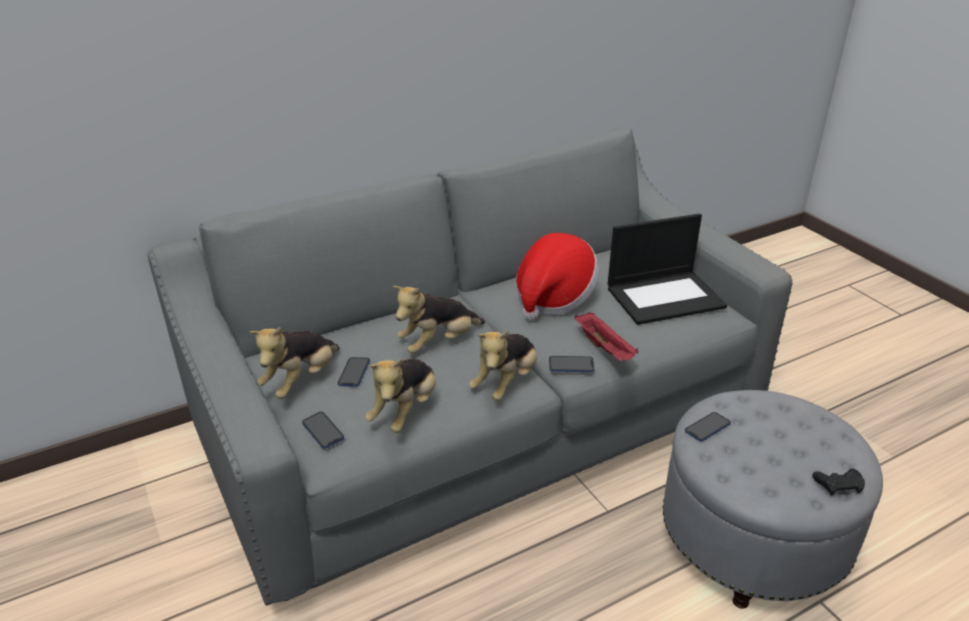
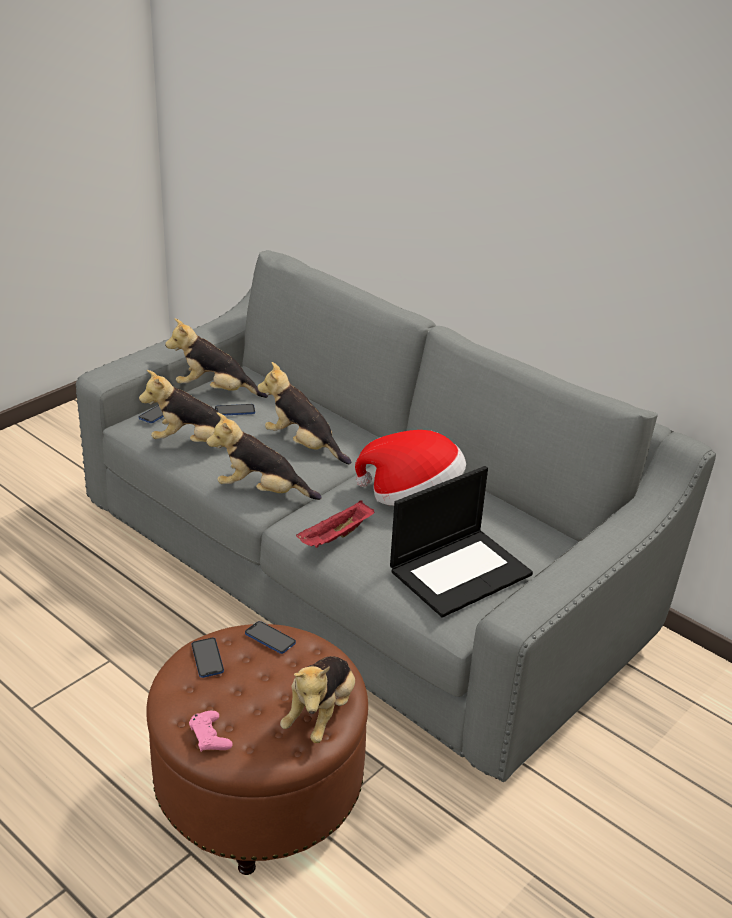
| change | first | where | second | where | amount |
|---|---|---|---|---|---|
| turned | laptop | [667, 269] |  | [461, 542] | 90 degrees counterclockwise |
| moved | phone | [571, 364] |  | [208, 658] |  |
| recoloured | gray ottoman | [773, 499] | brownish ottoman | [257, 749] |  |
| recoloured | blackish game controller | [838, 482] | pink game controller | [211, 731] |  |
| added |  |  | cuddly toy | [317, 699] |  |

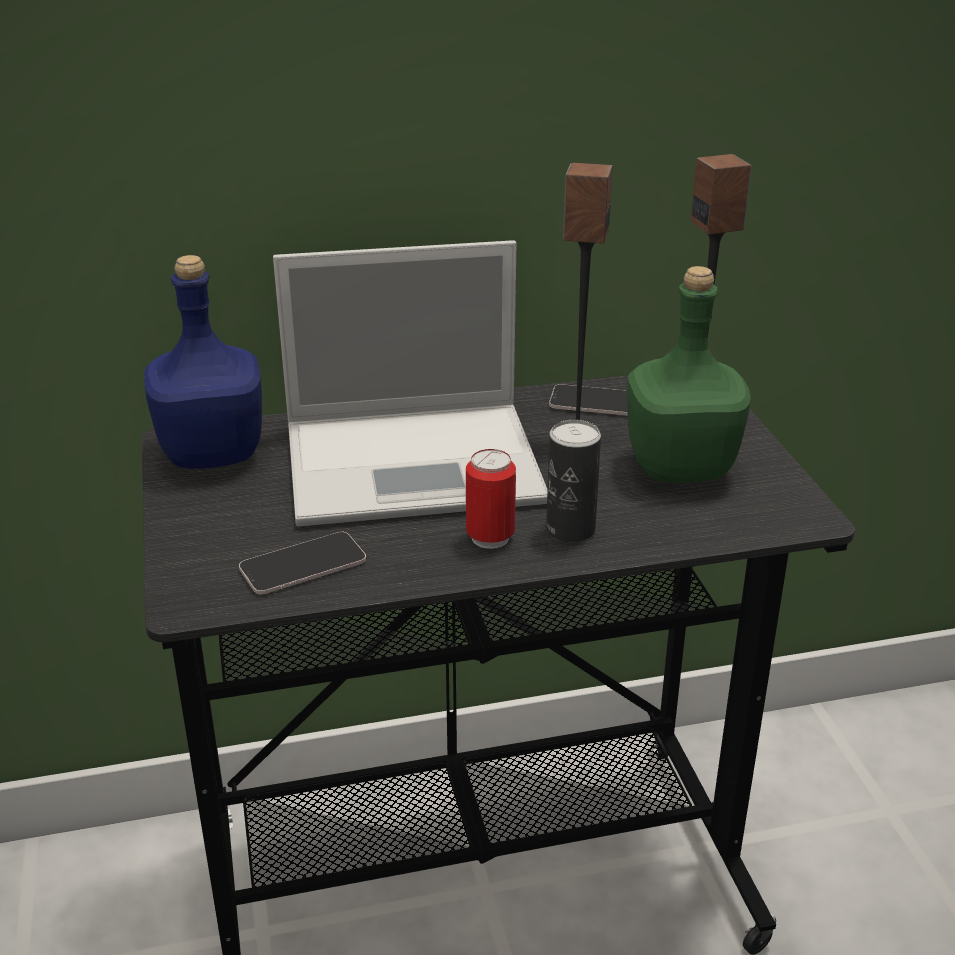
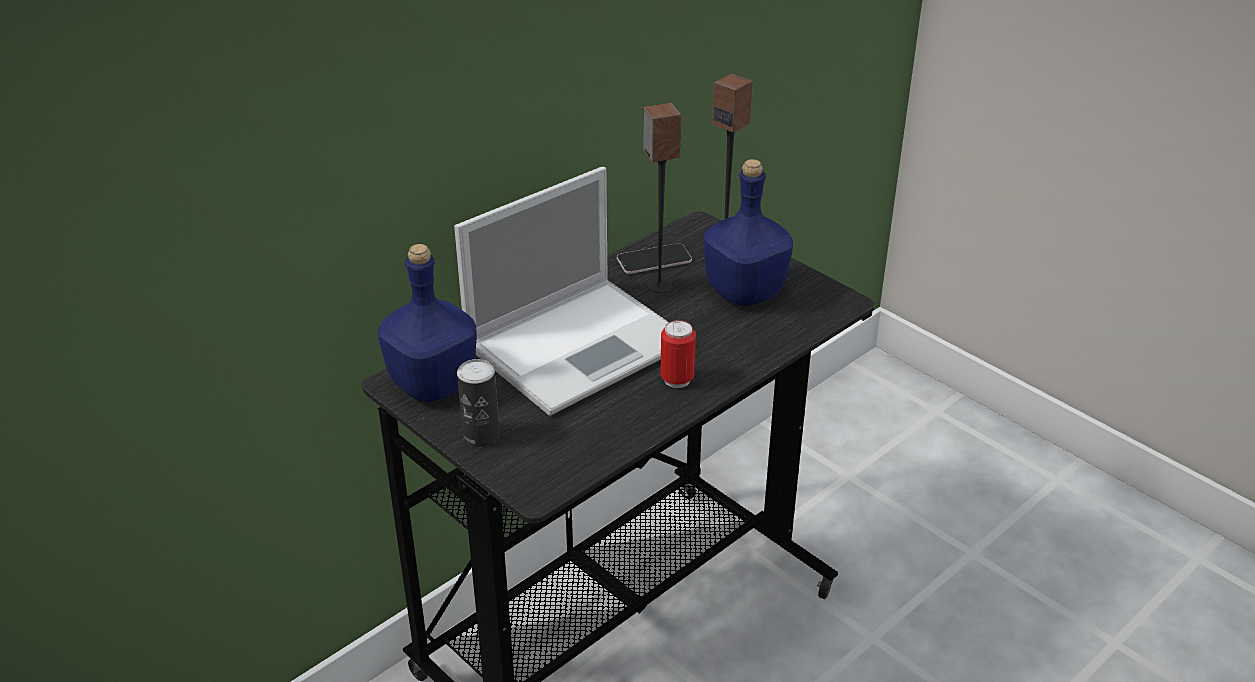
| change | first | where | second | where | amount |
|---|---|---|---|---|---|
| recoloured | green drink bottle | [689, 374] | bluish drink bottle | [748, 232] |  |
| moved | sealed can | [573, 481] |  | [478, 403] |  |
| removed | phone | [302, 563] |  |  |  |

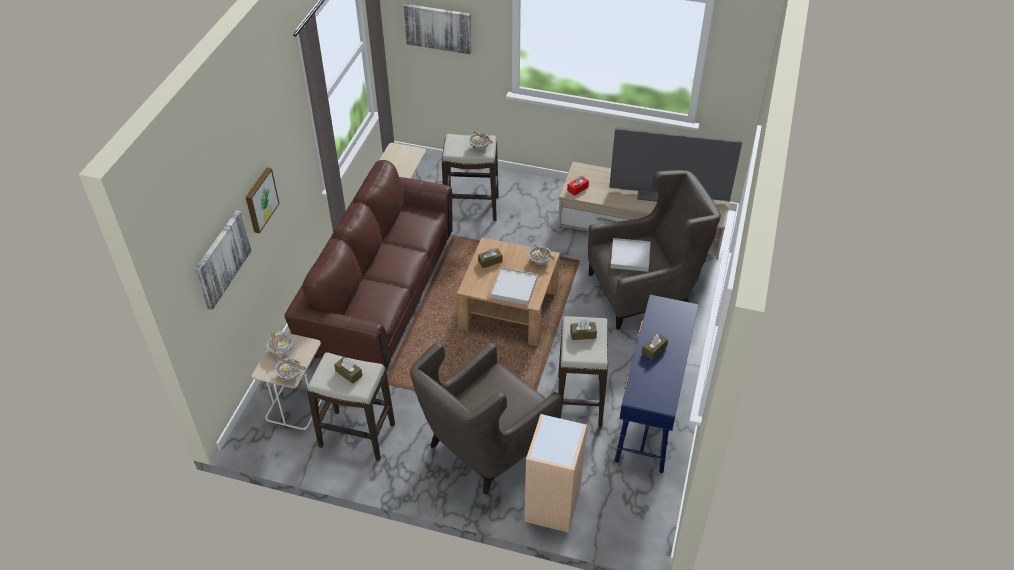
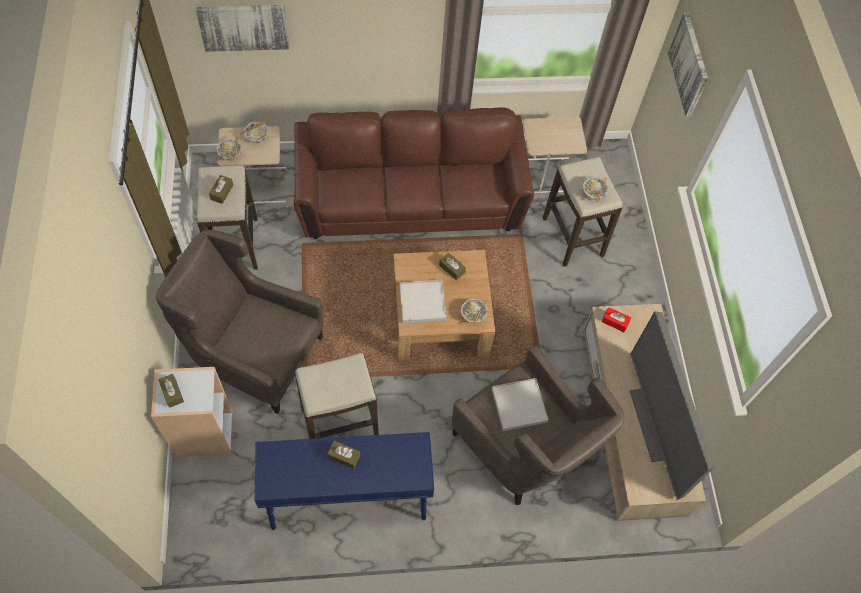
| change | first | where | second | where | amount |
|---|---|---|---|---|---|
| removed | wall art | [263, 200] |  |  |  |
| moved | brownish tissue box | [583, 330] |  | [171, 391] |  |

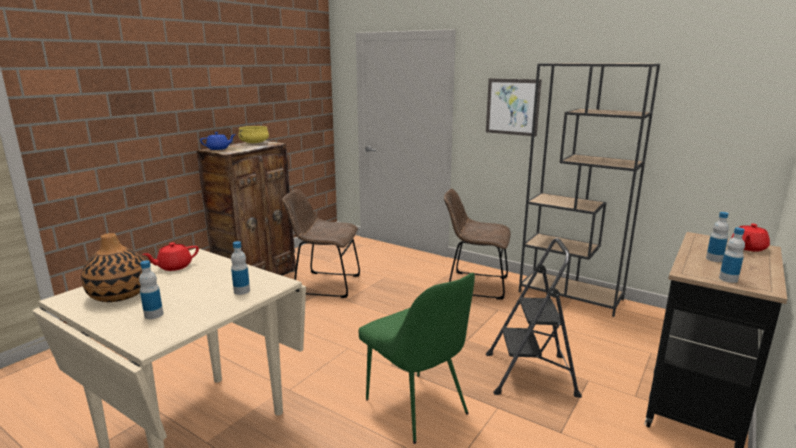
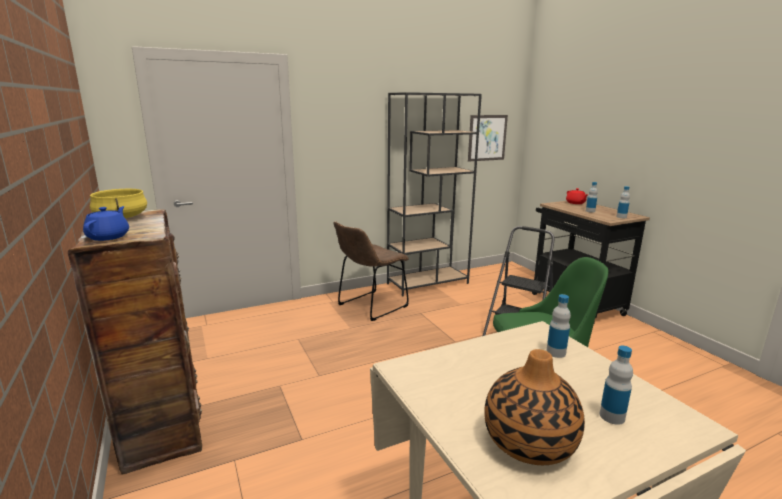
| change | first | where | second | where | amount |
|---|---|---|---|---|---|
| moved | wall art | [513, 107] |  | [488, 138] |  |
| removed | brownish chair | [321, 243] |  |  |  |
| removed | red pot for tea | [170, 256] |  |  |  |

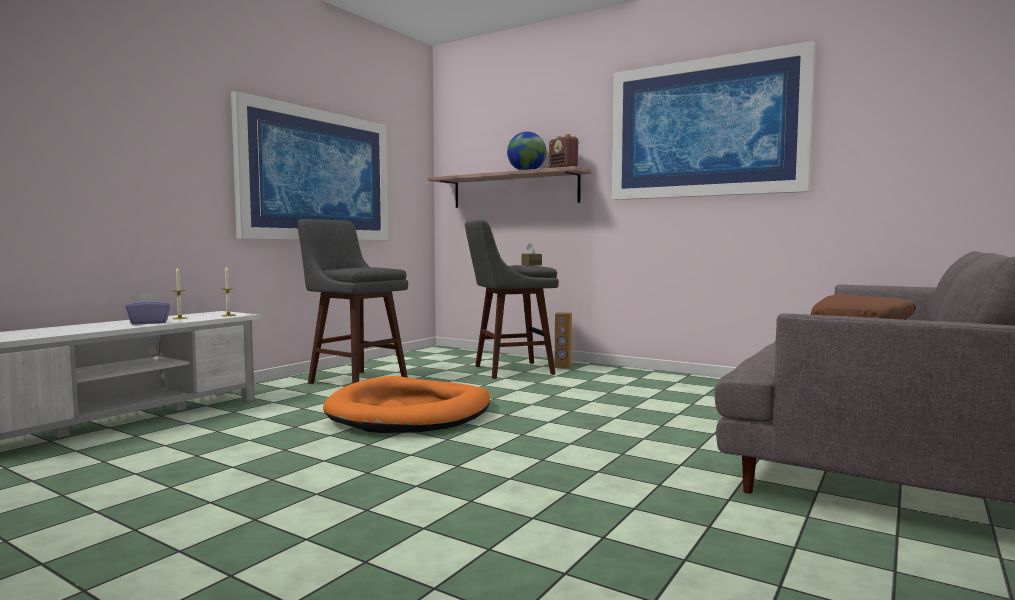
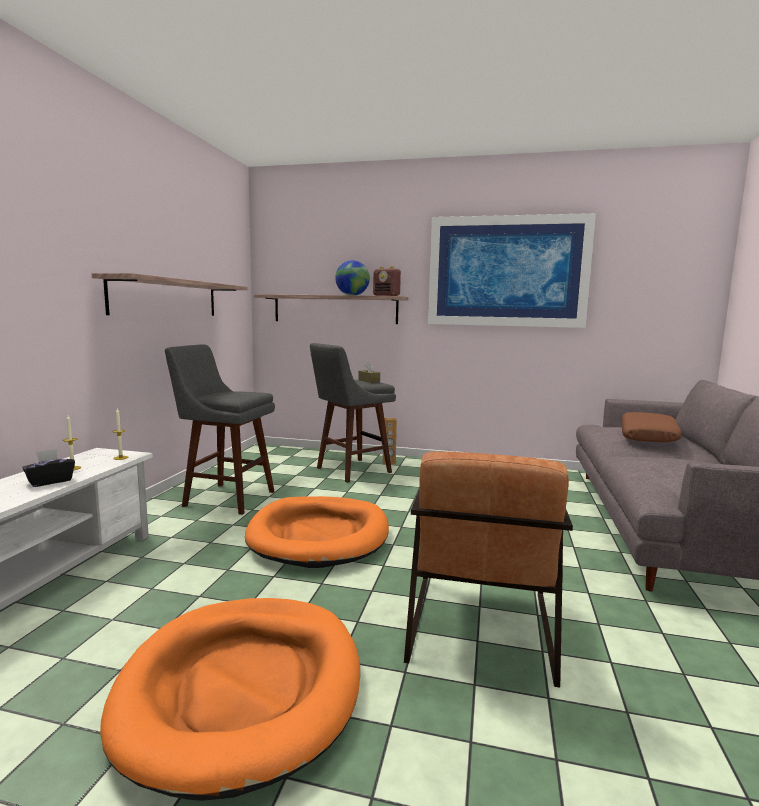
| change | first | where | second | where | amount |
|---|---|---|---|---|---|
| replaced | wall art | [309, 165] | shelf | [169, 294] |  |
| recoloured | purple-coloured tissue box | [148, 308] | blackish tissue box | [48, 468] |  |
| added |  |  | brownish easy chair | [488, 569] |  |
| added |  |  | orange-coloured dog bed | [230, 699] |  |

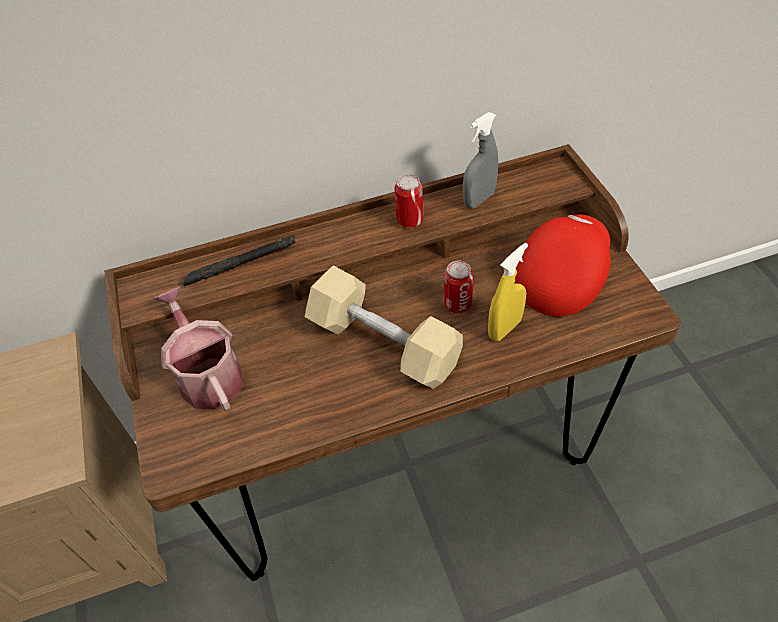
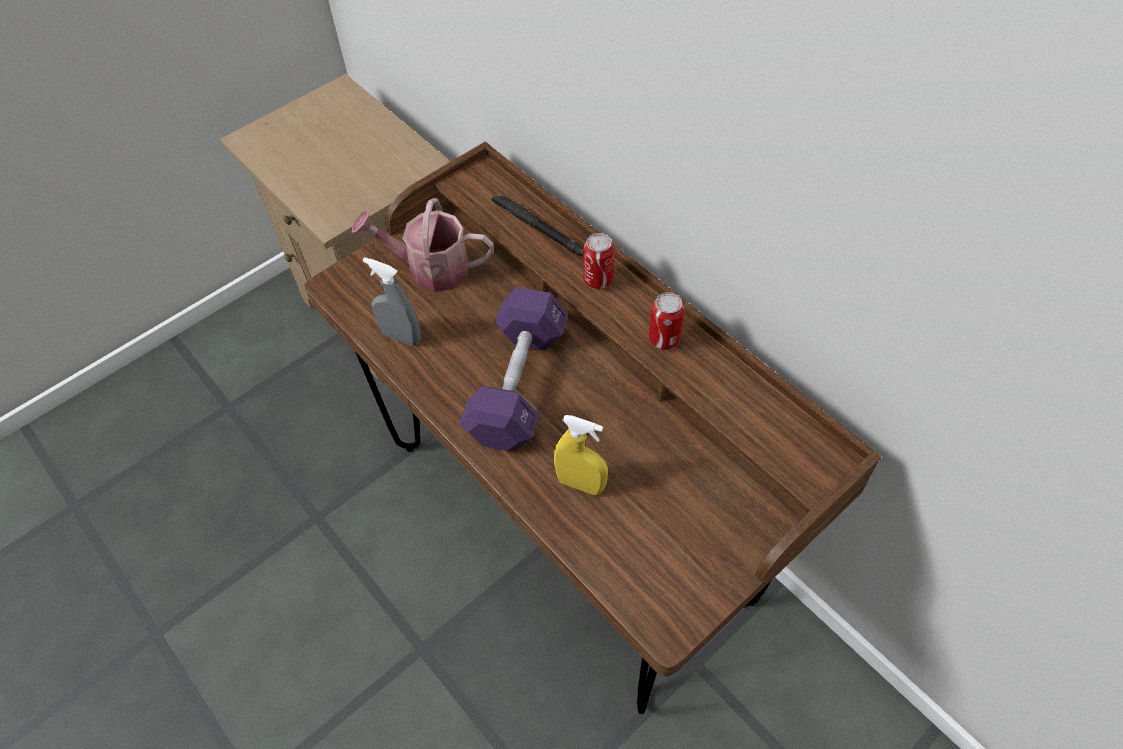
| change | first | where | second | where | amount |
|---|---|---|---|---|---|
| moved | gray hand sprayer | [480, 160] |  | [392, 301] |  |
| removed | red cap | [563, 266] |  |  |  |
| moved | sealed can | [459, 286] |  | [598, 261] |  |
| recoloured | sand-coloured hand weight | [384, 327] | purple-coloured hand weight | [513, 369] |  |
| turned | watering can | [198, 348] |  | [422, 245] | 120 degrees counterclockwise |

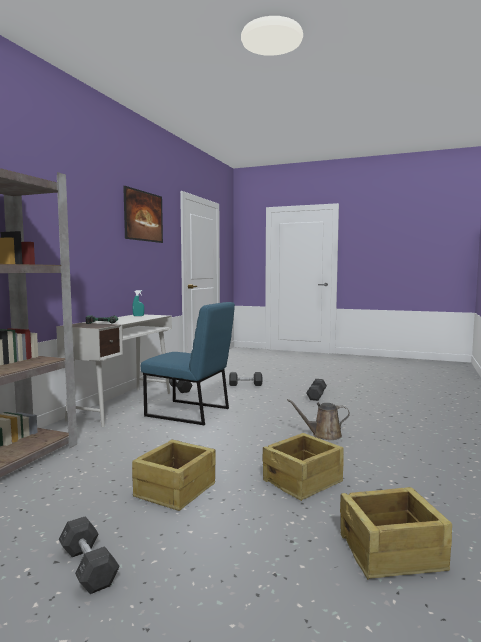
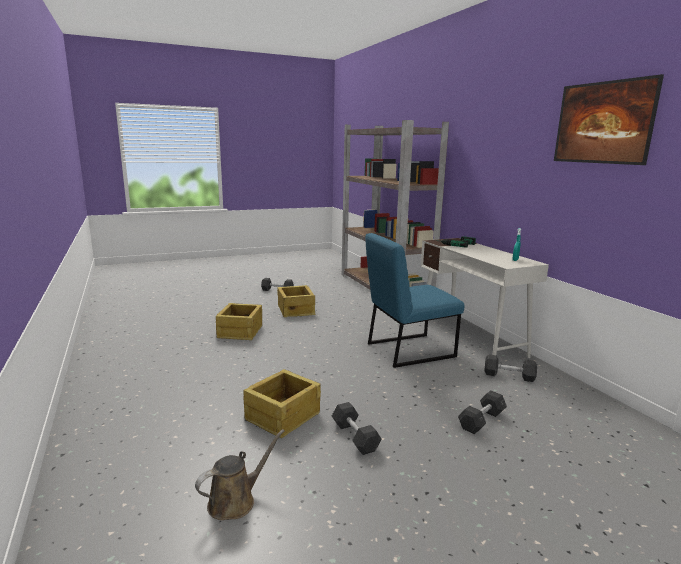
| change | first | where | second | where | amount |
|---|---|---|---|---|---|
| moved | brownish watering can | [318, 419] |  | [240, 474] |  |
| moved | crate | [396, 533] |  | [282, 403] |  |

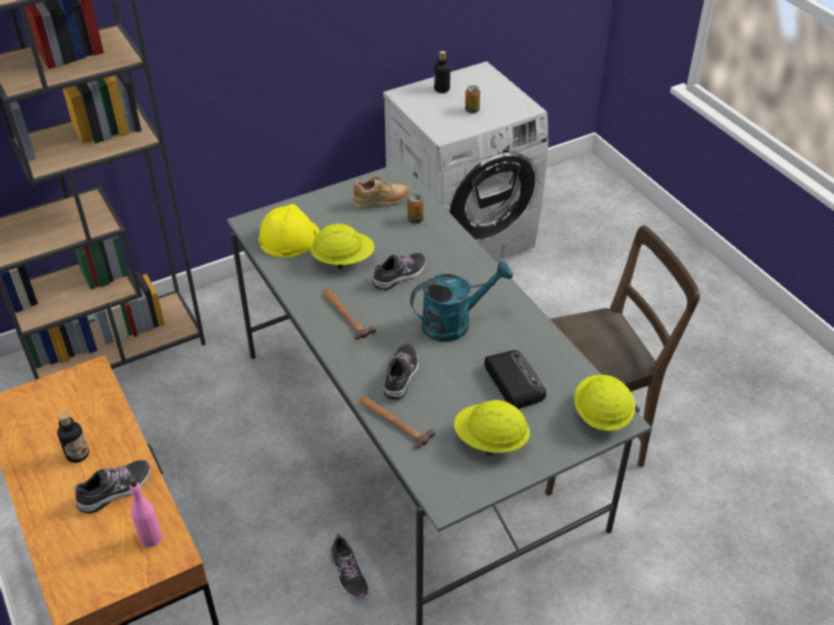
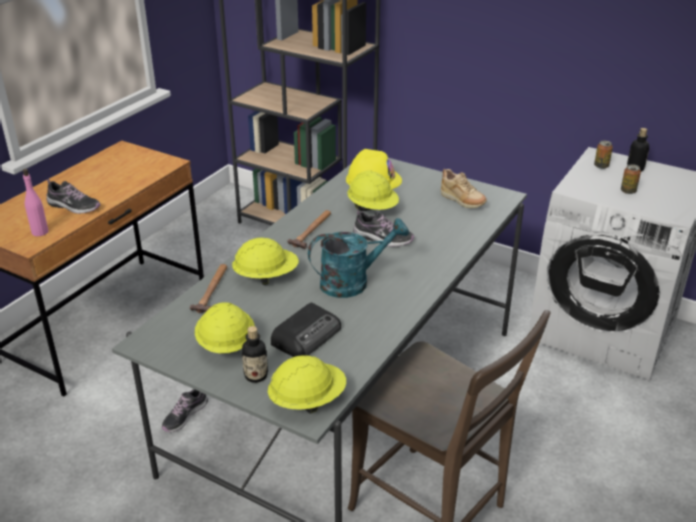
| change | first | where | second | where | amount |
|---|---|---|---|---|---|
| moved | sealed can | [415, 209] |  | [603, 155] |  |
| turned | turquoise watering can | [461, 301] |  | [358, 258] | 60 degrees counterclockwise |
| replaced | shoe | [401, 372] | yellow safety helmet | [265, 261] |  |
| moved | drink bottle | [73, 437] |  | [255, 354] |  |

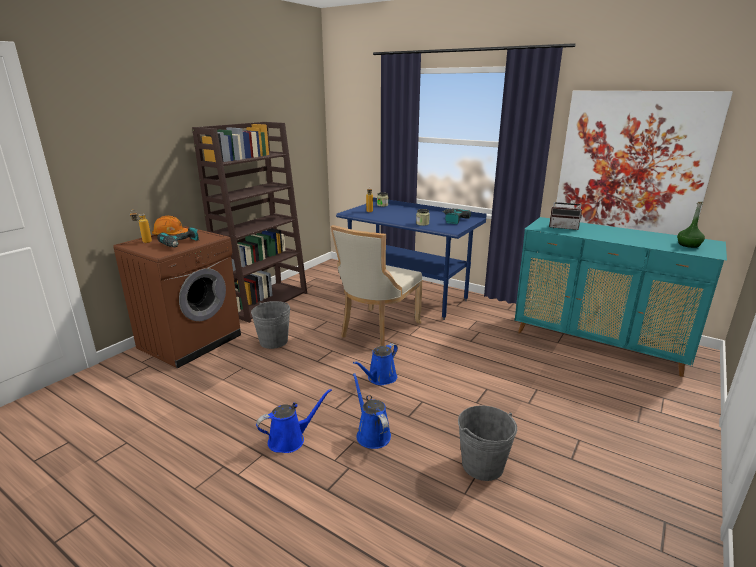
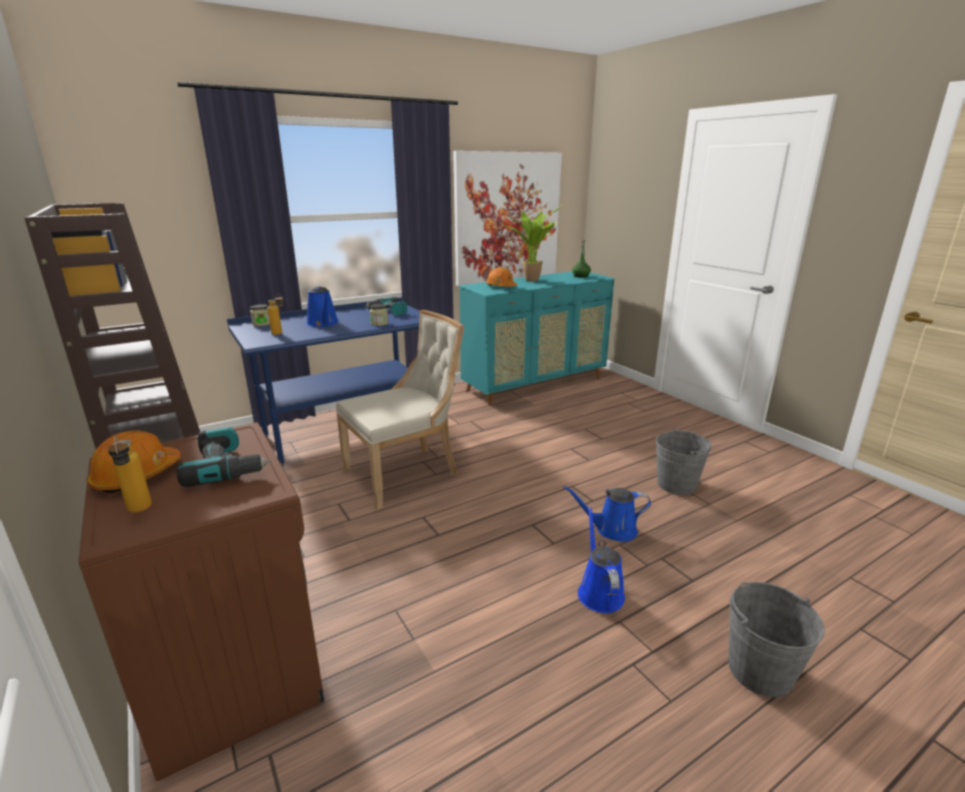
| change | first | where | second | where | amount |
|---|---|---|---|---|---|
| replaced | radio set | [565, 214] | orange-coloured safety helmet | [502, 277] |  |
| turned | sand-coloured chair | [376, 285] |  | [400, 410] | 90 degrees counterclockwise |
| moved | gray water bucket | [270, 325] |  | [776, 639] |  |
| moved | bluish watering can | [375, 364] |  | [322, 306] |  |
| added |  |  | houseplant | [532, 242] |  |

